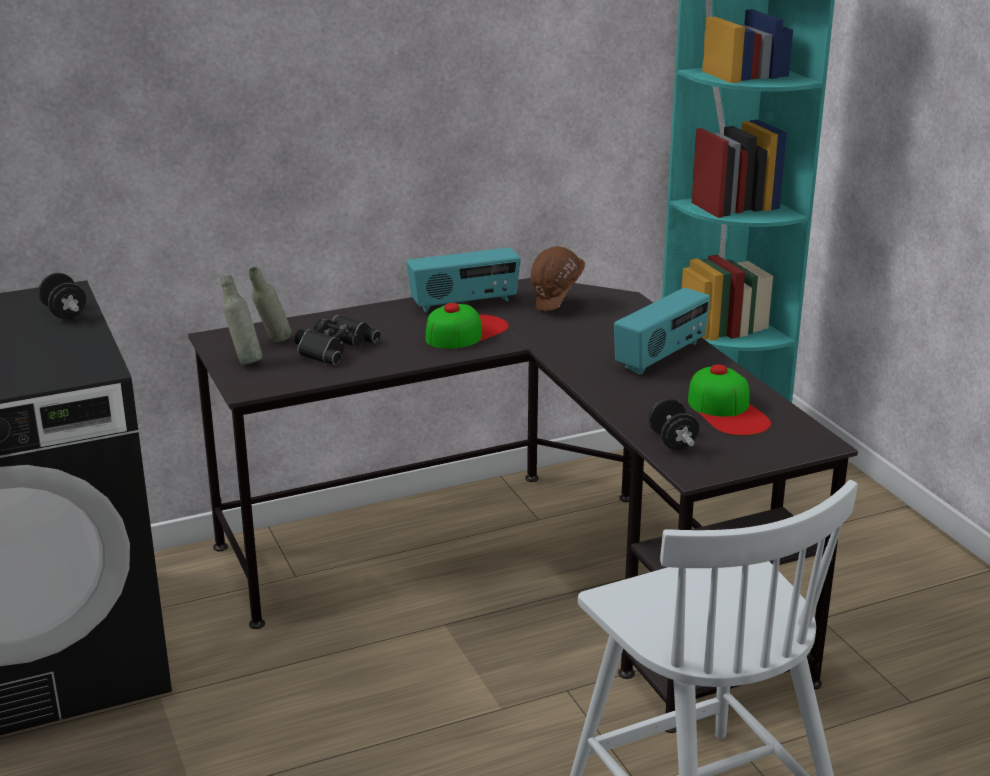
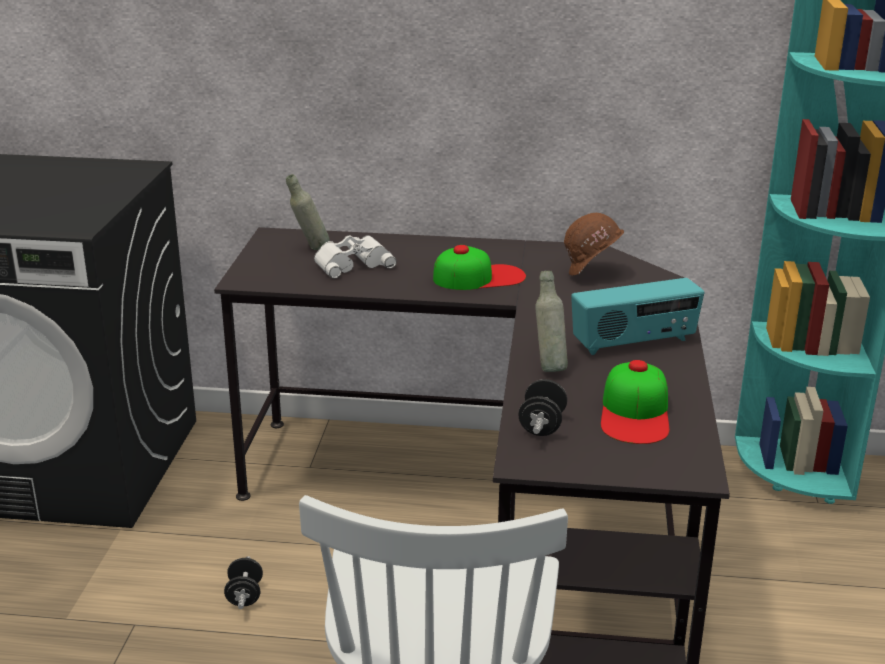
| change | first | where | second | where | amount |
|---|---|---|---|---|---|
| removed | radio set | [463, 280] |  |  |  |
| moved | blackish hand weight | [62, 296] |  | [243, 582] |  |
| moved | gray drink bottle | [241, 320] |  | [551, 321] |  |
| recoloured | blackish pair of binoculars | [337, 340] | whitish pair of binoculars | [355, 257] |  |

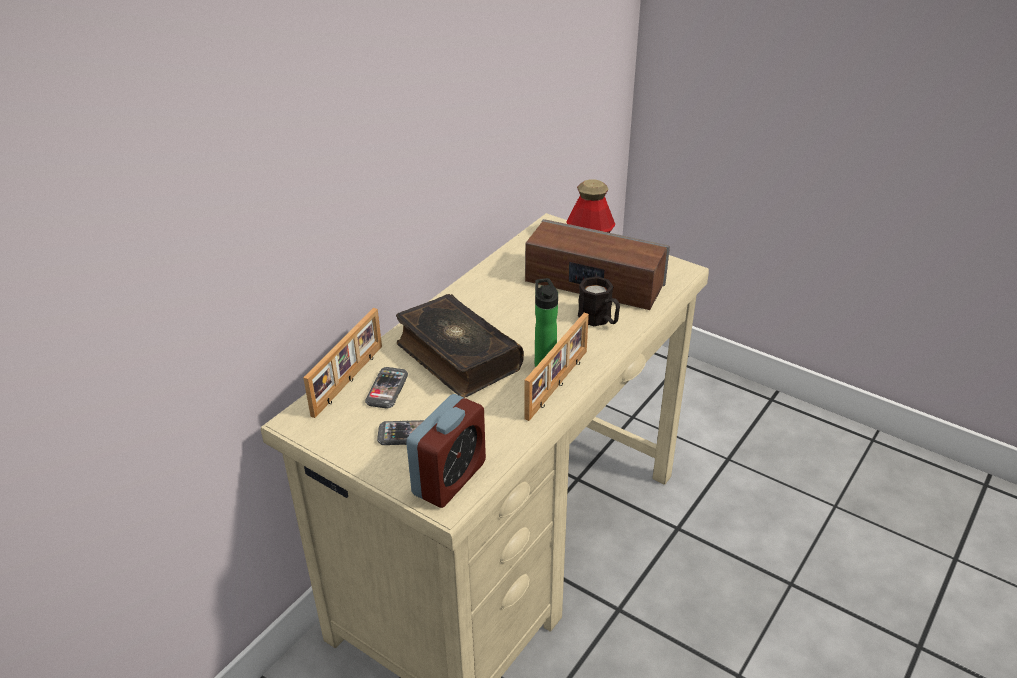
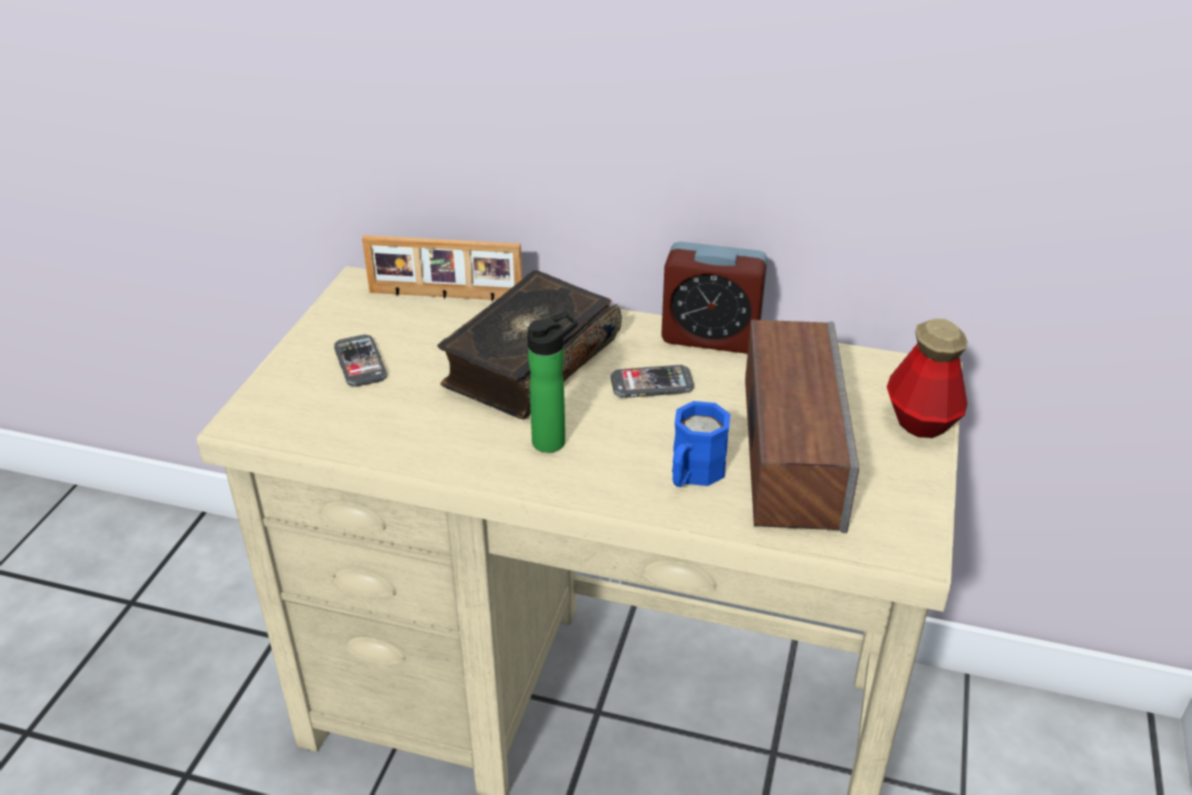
| change | first | where | second | where | amount |
|---|---|---|---|---|---|
| recoloured | blackish mug | [599, 301] | bluish mug | [701, 444] |  |
| removed | picture frame | [556, 367] |  |  |  |
| moved | phone | [386, 388] |  | [652, 381] |  |
| moved | bedside clock | [446, 451] |  | [714, 298] |  |

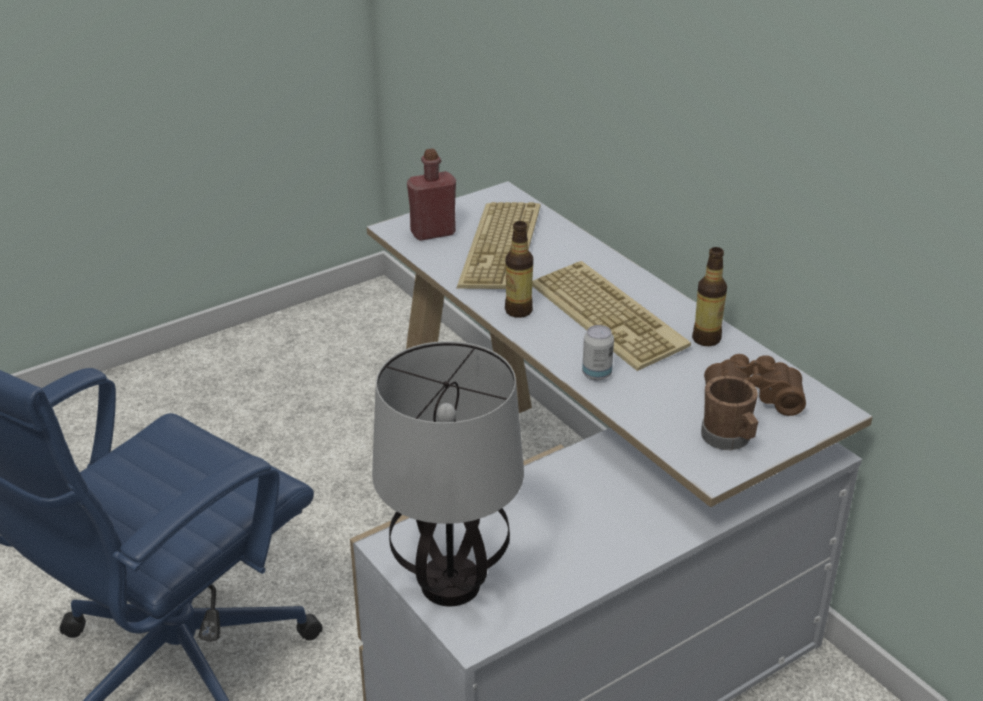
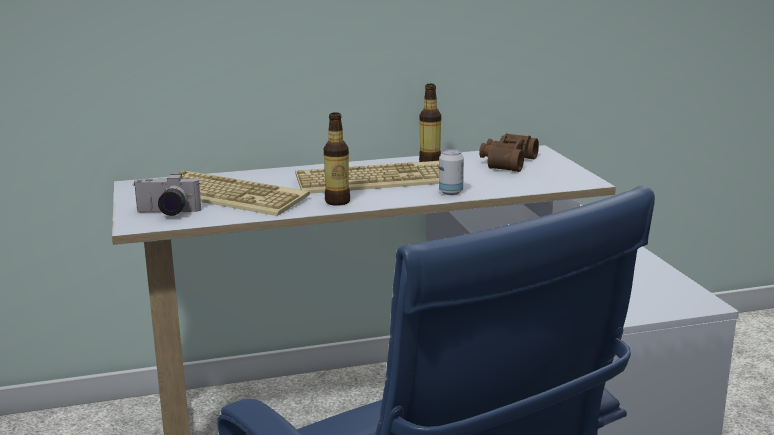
| change | first | where | second | where | amount |
|---|---|---|---|---|---|
| replaced | red drink bottle | [431, 194] | still camera | [167, 195] |  |
| removed | lamp for a table | [448, 473] |  |  |  |
| removed | brownish mug | [729, 413] |  |  |  |

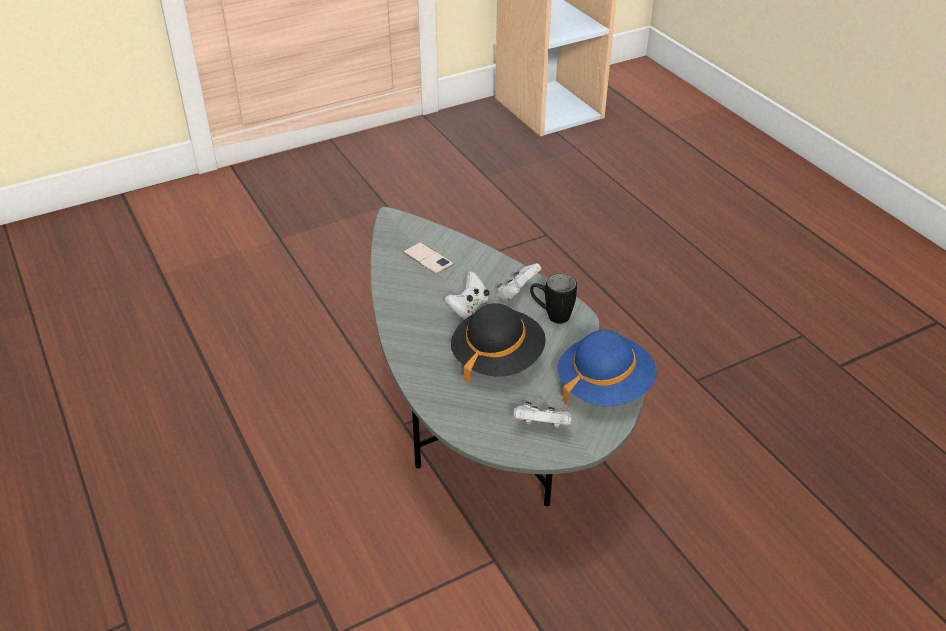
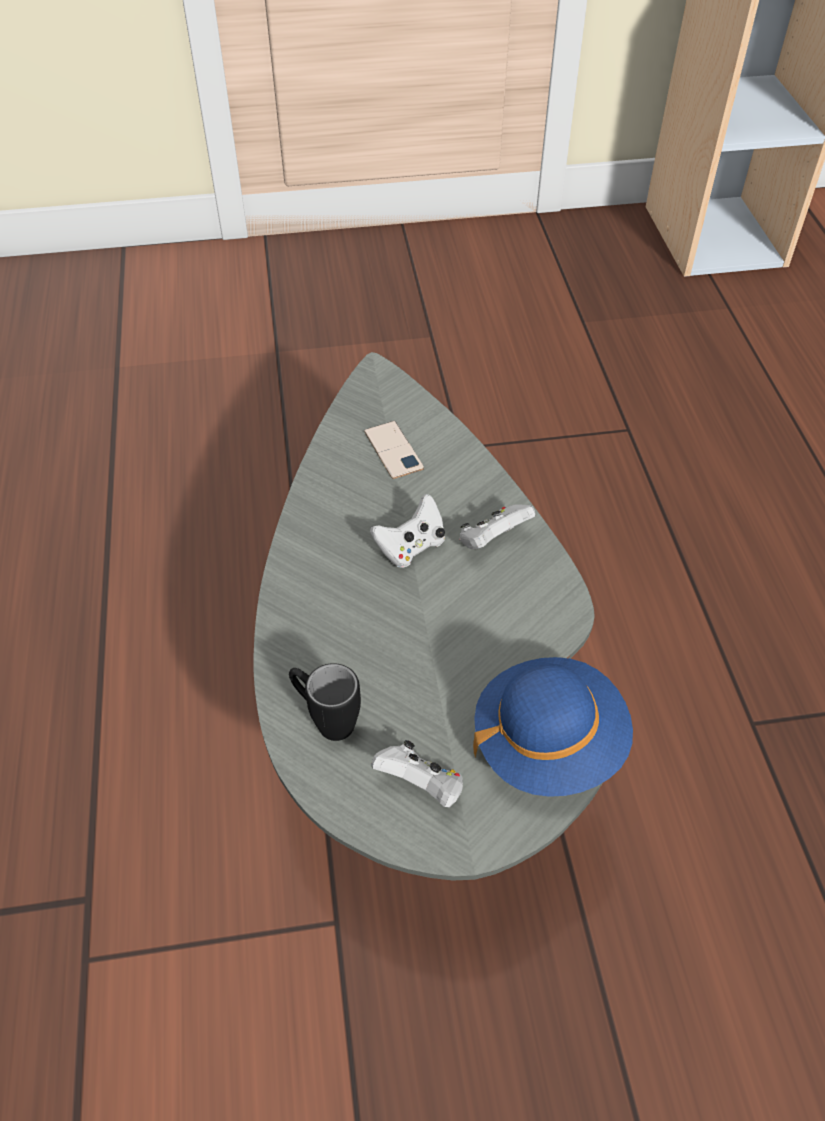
| change | first | where | second | where | amount |
|---|---|---|---|---|---|
| moved | blackish mug | [553, 299] |  | [325, 702] |  |
| removed | blackish hat | [498, 343] |  |  |  |

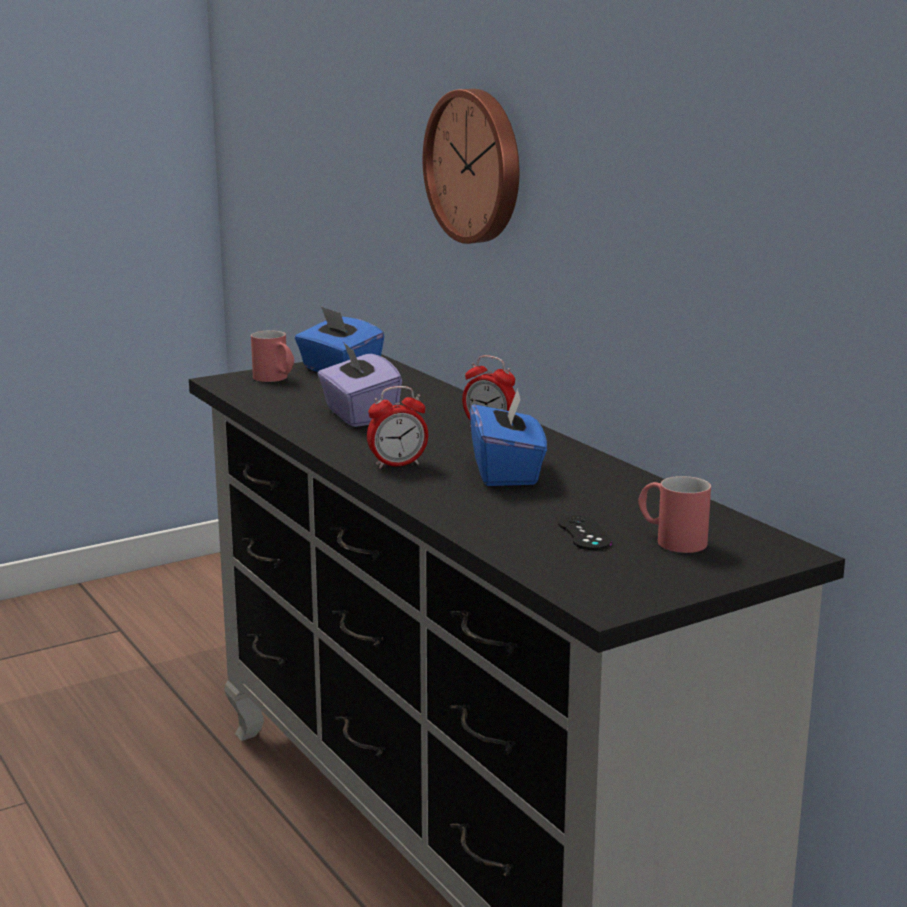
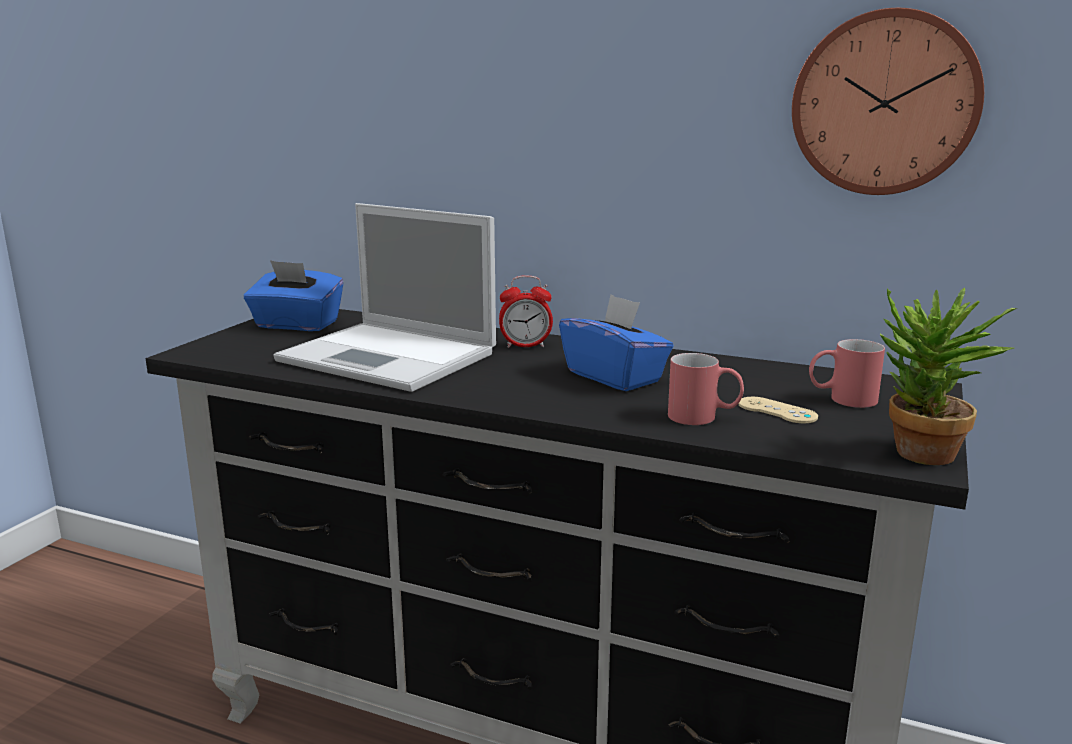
| change | first | where | second | where | amount |
|---|---|---|---|---|---|
| moved | clock on the wall | [471, 166] |  | [888, 101] |  |
| moved | red mug | [272, 356] |  | [706, 389] |  |
| replaced | purple-coloured tissue box | [360, 385] | laptop | [384, 297] |  |
| removed | bedside clock | [397, 427] |  |  |  |
| recoloured | blackish game controller | [585, 532] | sand-coloured game controller | [778, 410] |  |
| added |  |  | houseplant | [948, 376] |  |

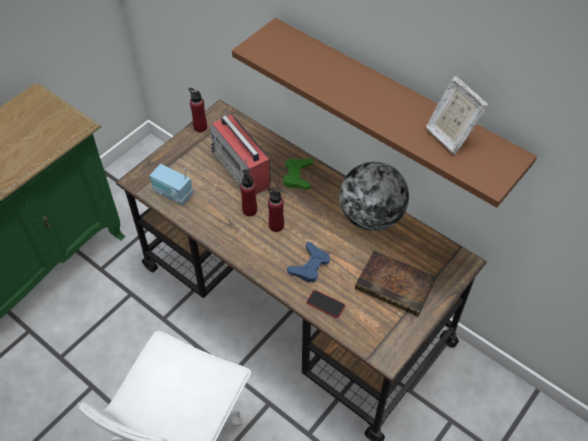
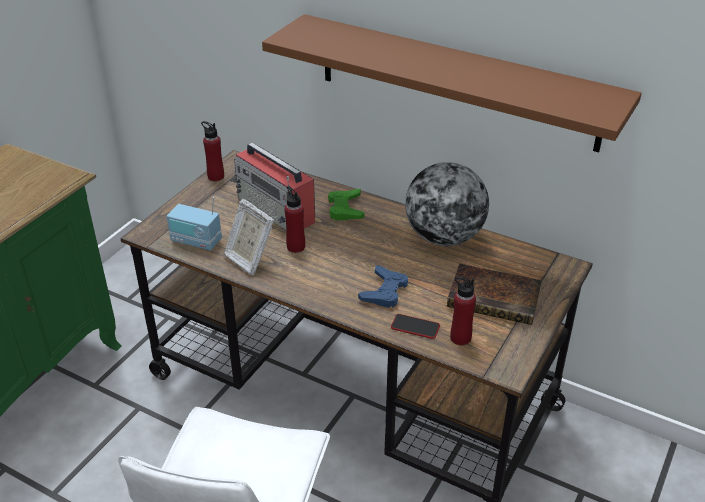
| change | first | where | second | where | amount |
|---|---|---|---|---|---|
| moved | picture frame | [457, 115] |  | [249, 237] |  |
| moved | red drink bottle | [275, 210] |  | [463, 310] |  |

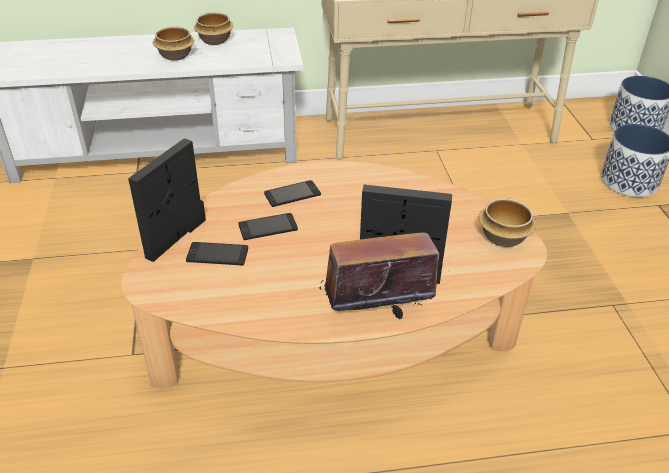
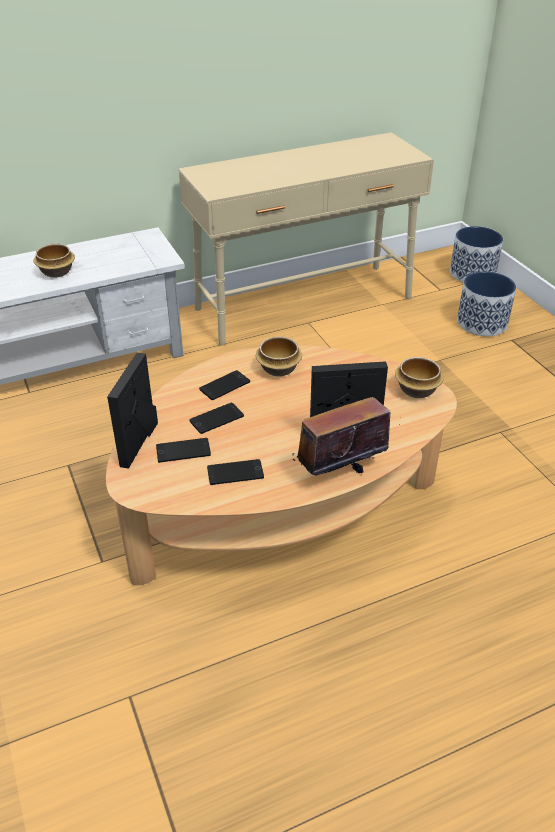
| change | first | where | second | where | amount |
|---|---|---|---|---|---|
| moved | serving bowl | [214, 28] |  | [279, 356] |  |
| added |  |  | phone | [235, 472] |  |

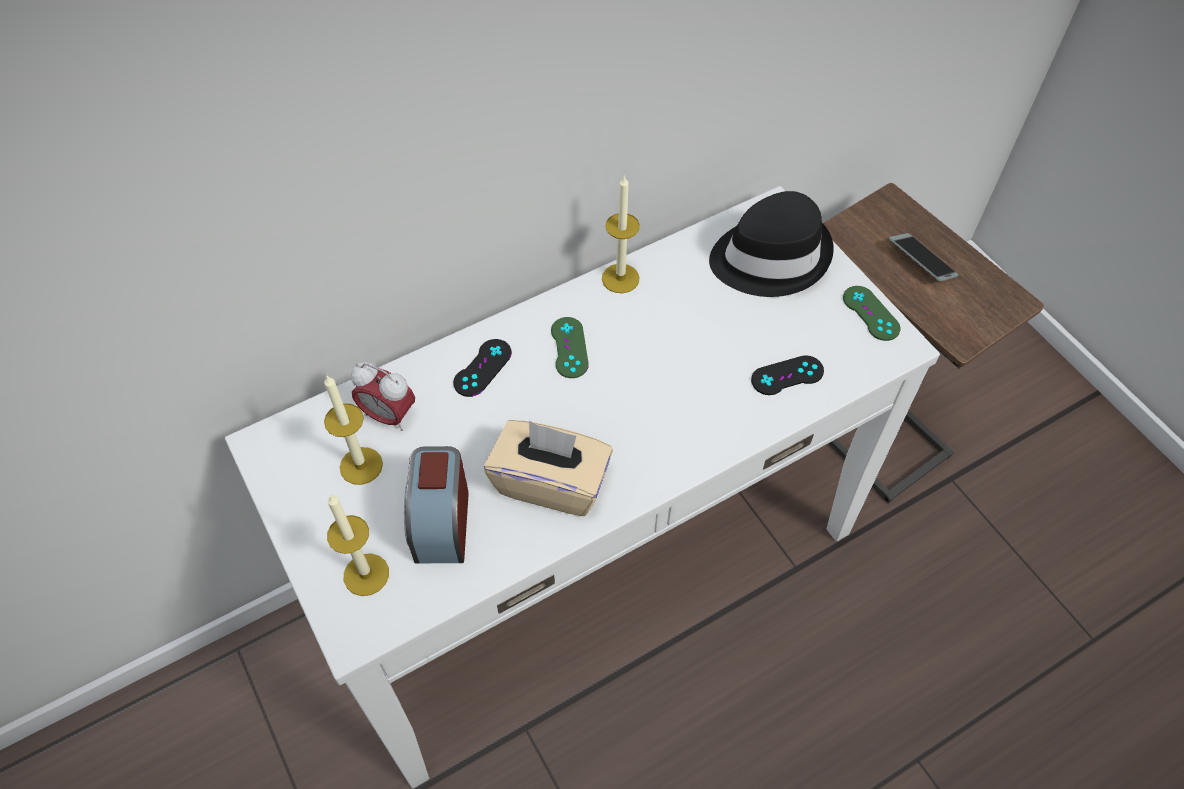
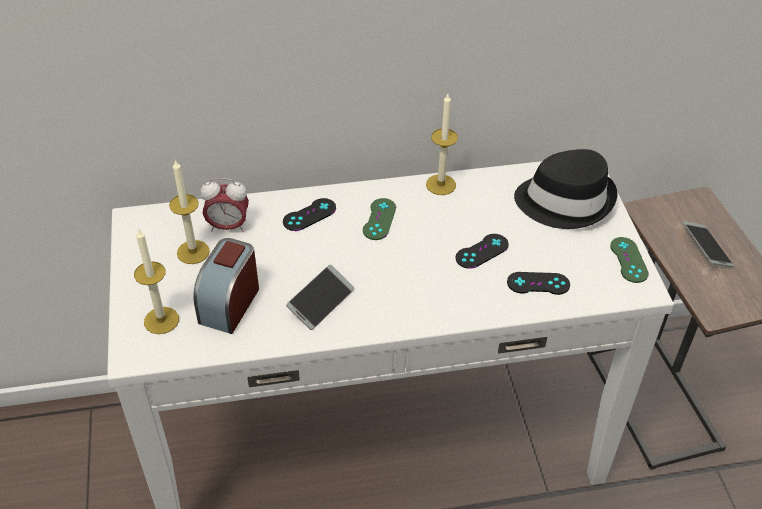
| change | first | where | second | where | amount |
|---|---|---|---|---|---|
| turned | bedside clock | [383, 396] |  | [224, 205] | 45 degrees counterclockwise |
| replaced | sand-coloured tissue box | [548, 468] | phone | [320, 297] |  |
| added |  |  | blackish game controller | [482, 251] |  |

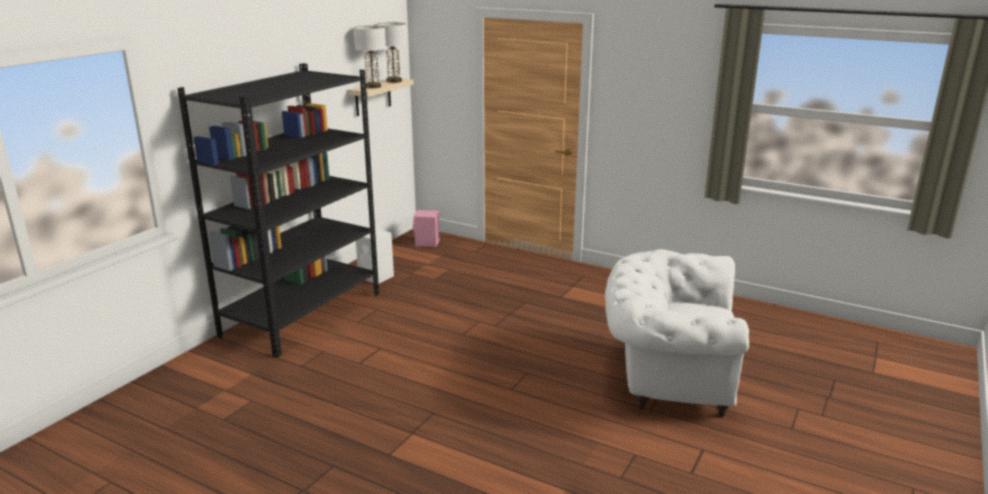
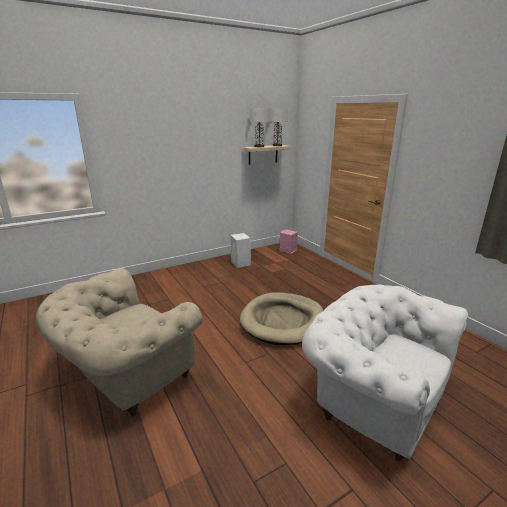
| change | first | where | second | where | amount |
|---|---|---|---|---|---|
| removed | blackish shelving unit | [278, 210] |  |  |  |
| added |  |  | sand-coloured easy chair | [119, 342] |  |
| added |  |  | sand-coloured dog bed | [282, 318] |  |

